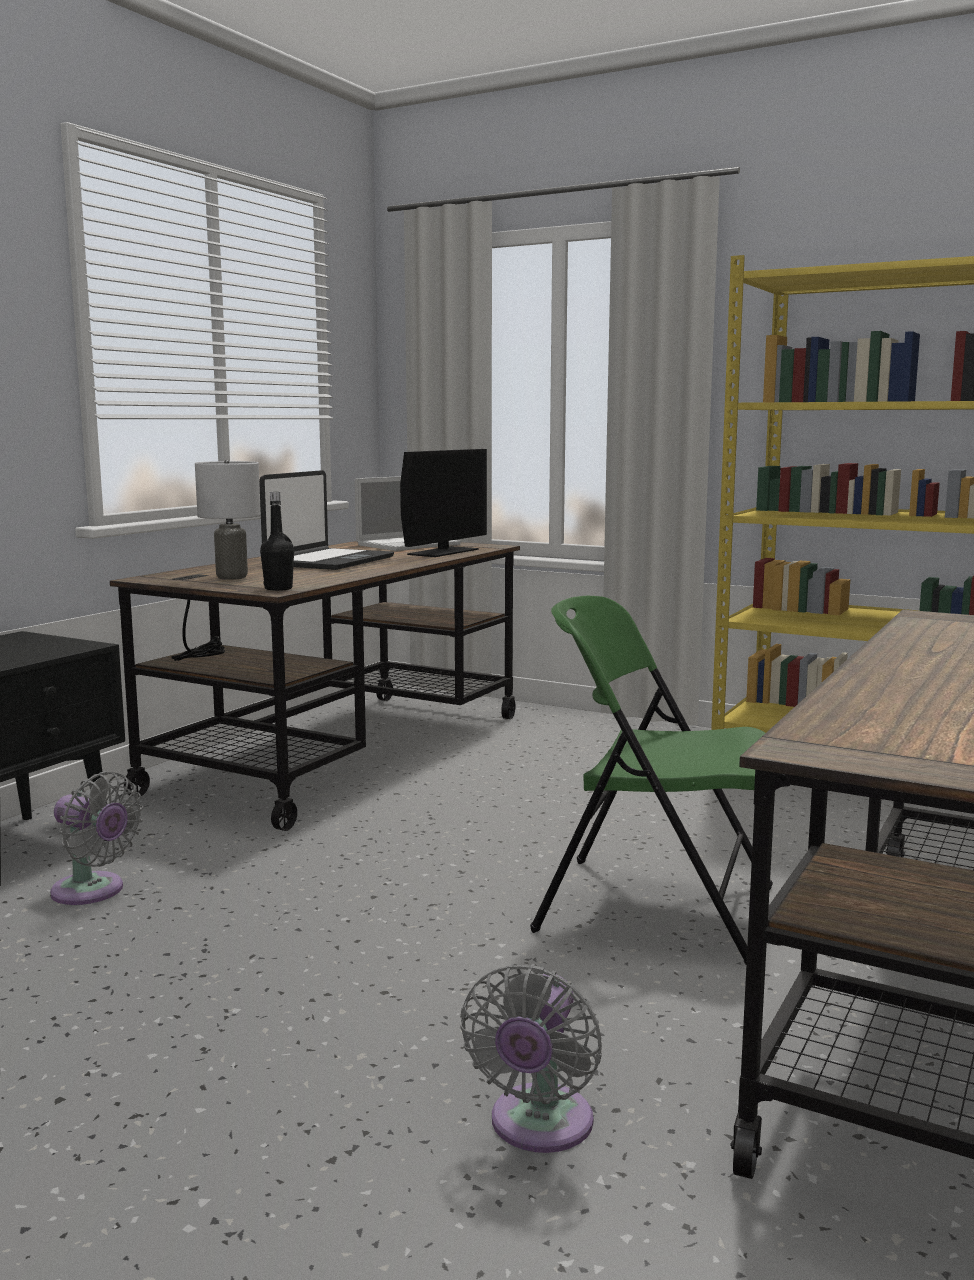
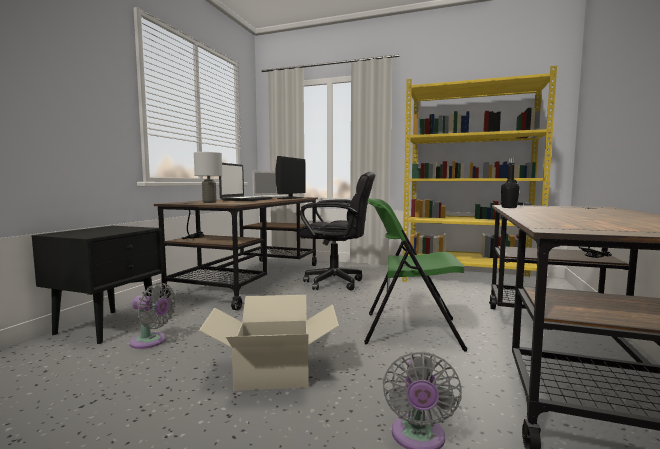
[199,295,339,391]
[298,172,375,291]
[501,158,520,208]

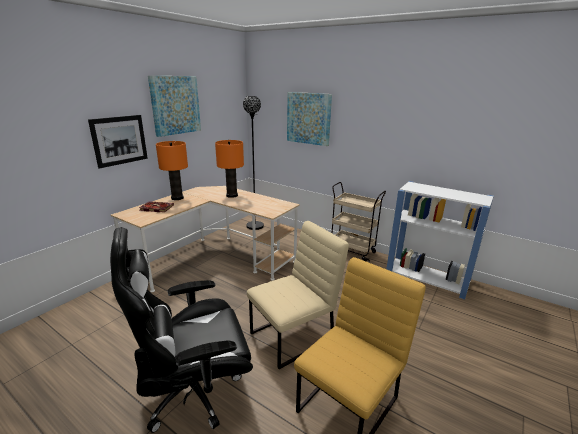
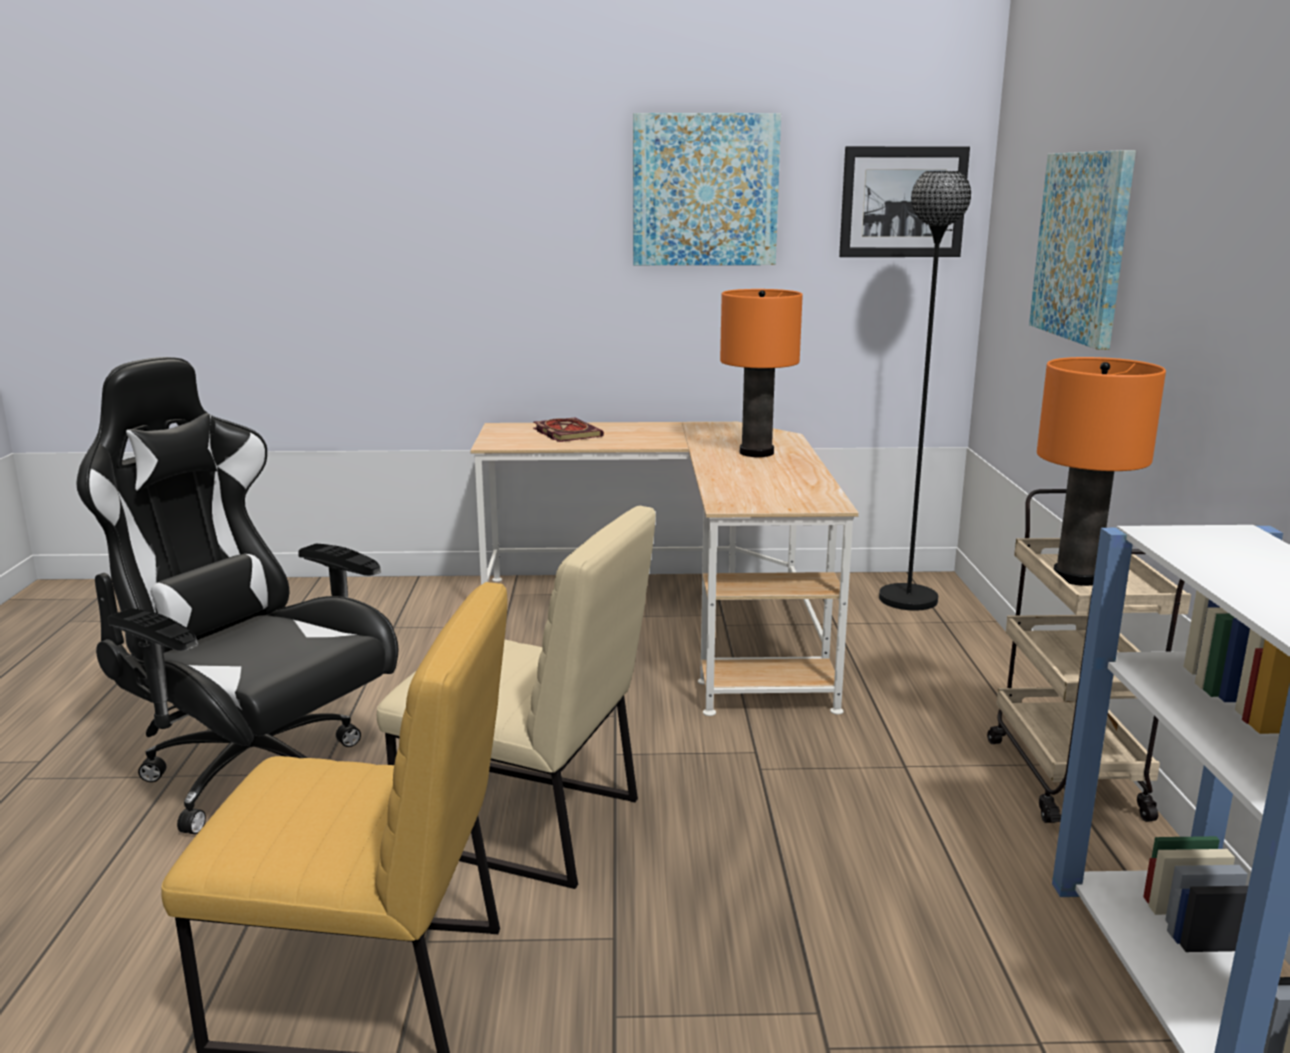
[839,146,970,257]
[1037,357,1166,586]

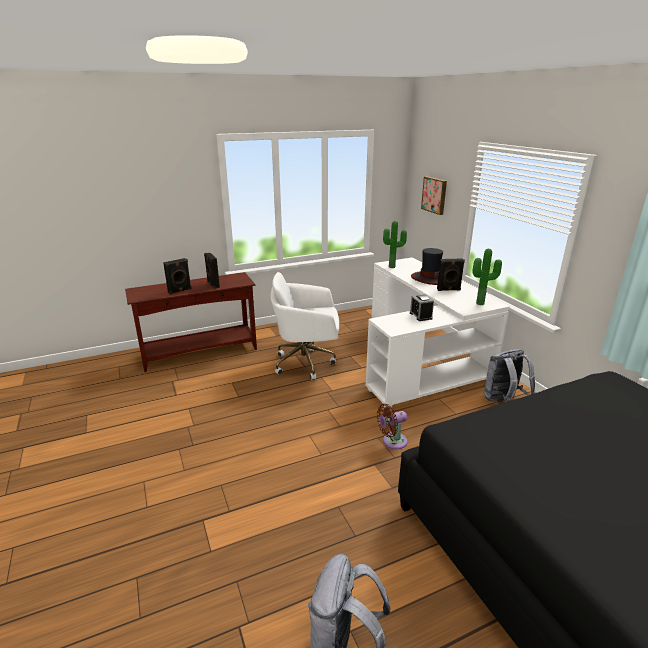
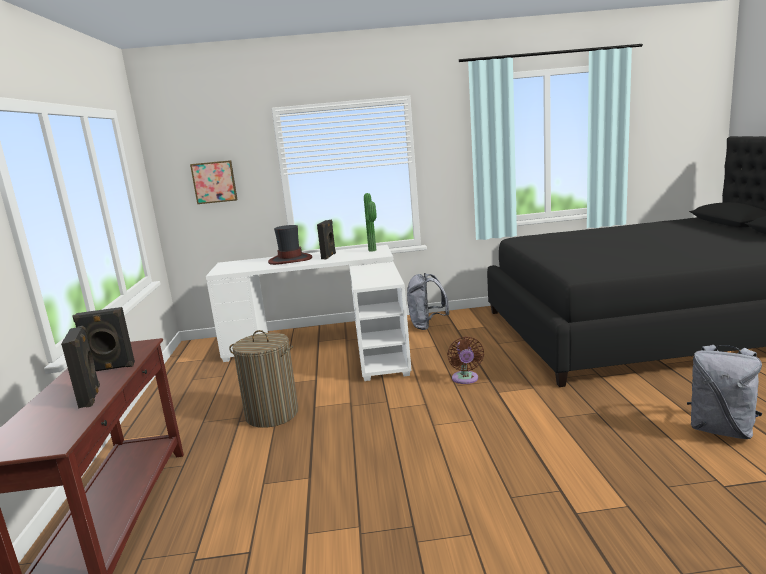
[229,330,298,428]
[383,221,407,268] (first image)
[410,294,434,321] (first image)

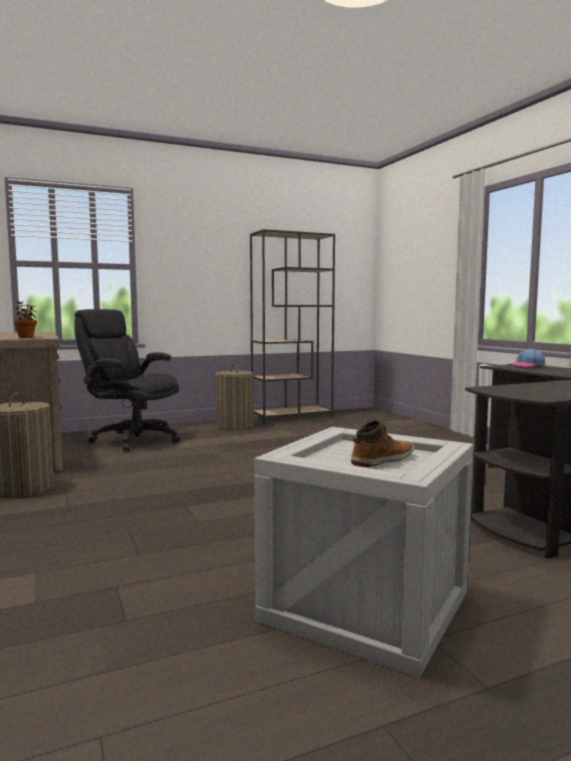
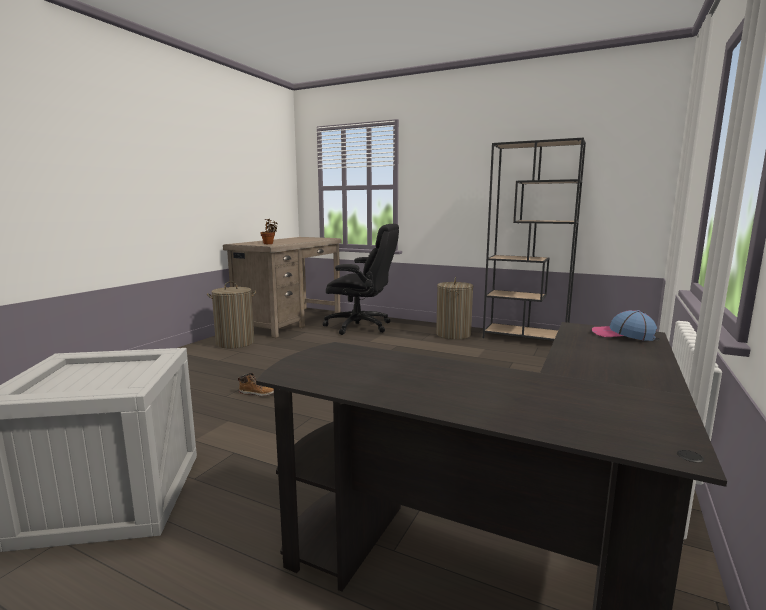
[238,373,274,396]
[323,224,399,335]

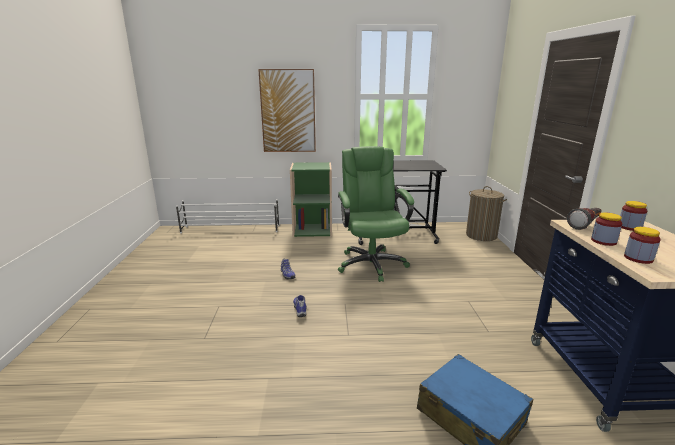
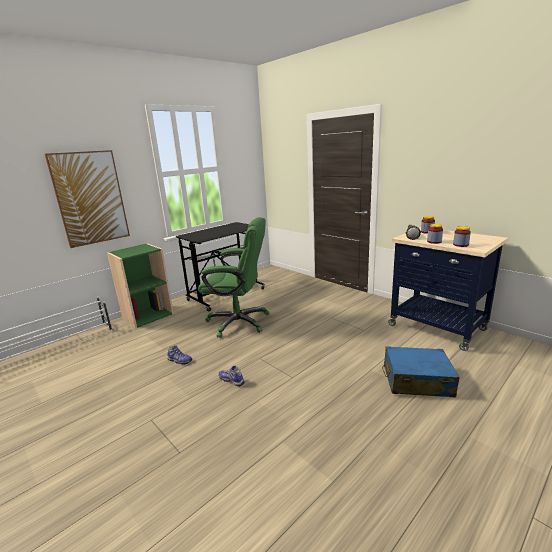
[198,217,269,338]
[466,186,507,241] (first image)

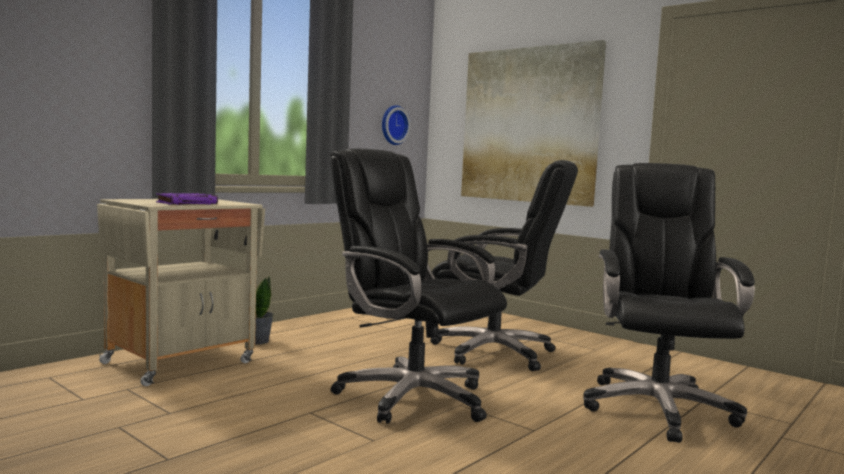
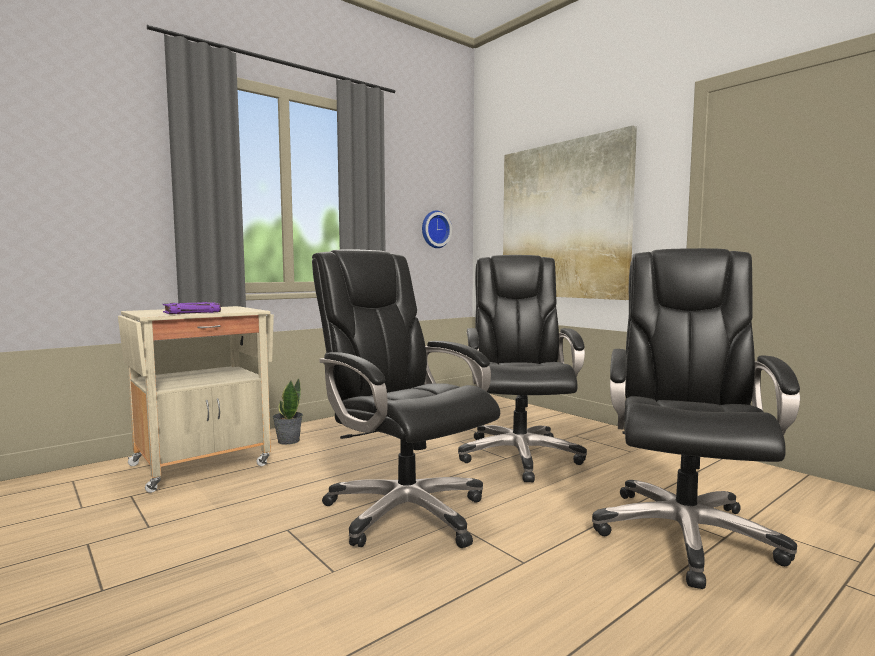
[458,255,587,482]

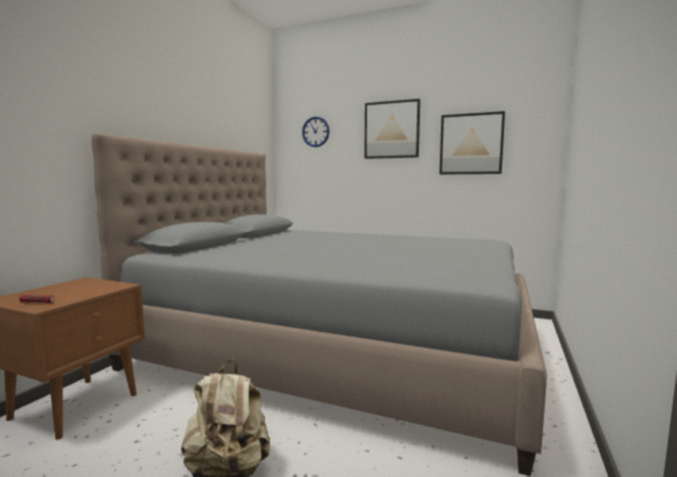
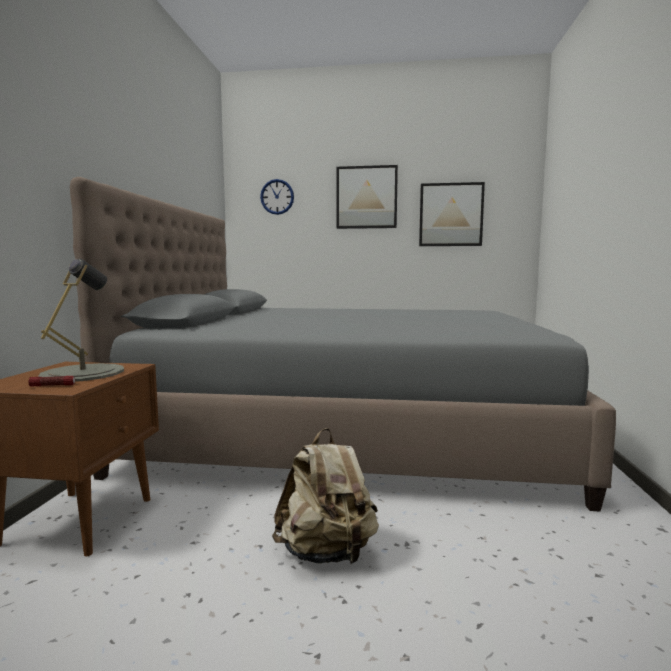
[38,259,124,382]

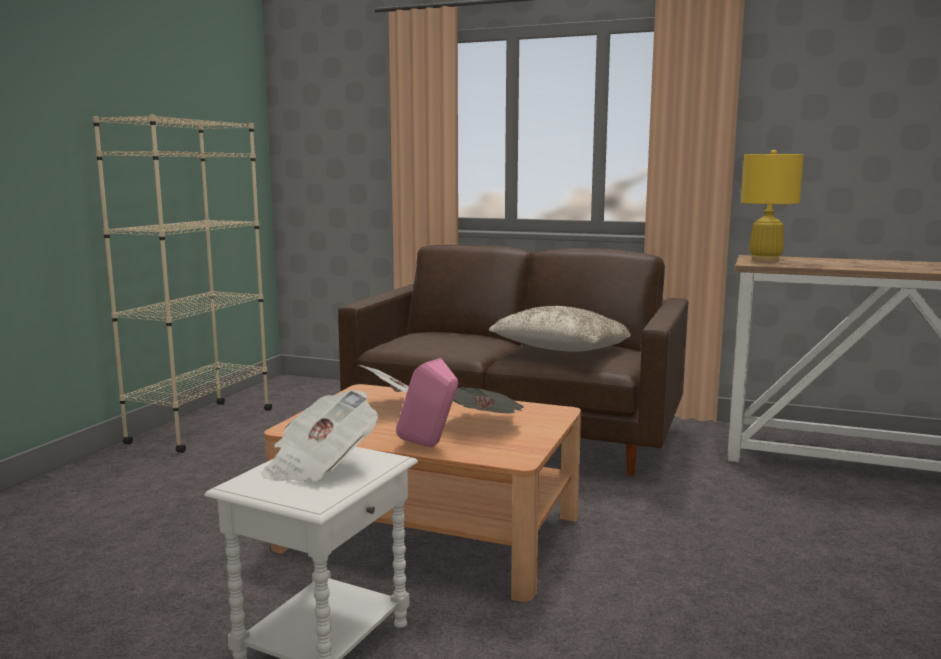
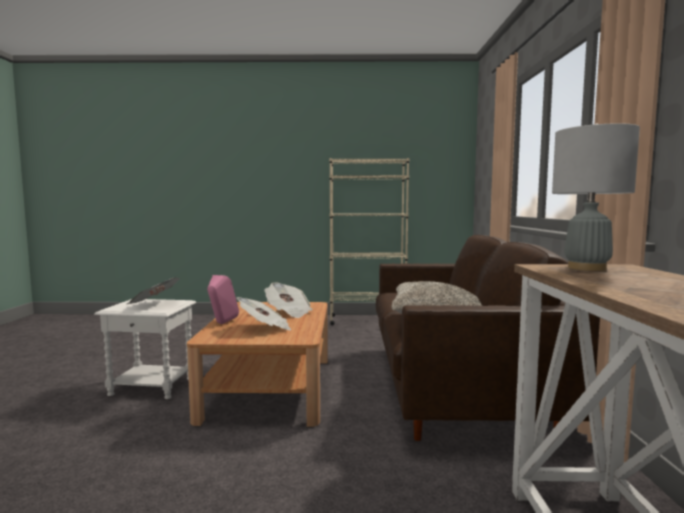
[552,123,640,271]

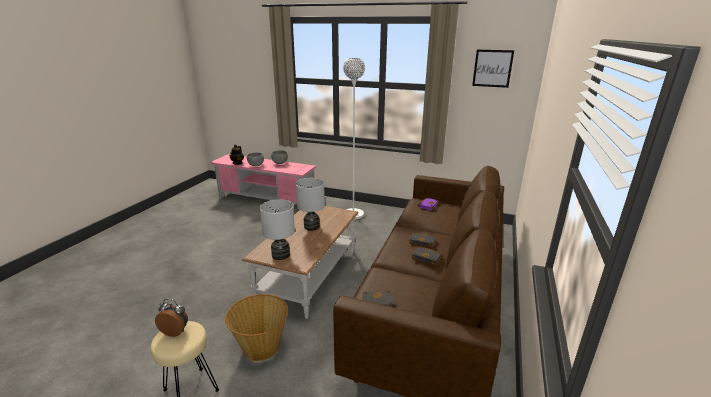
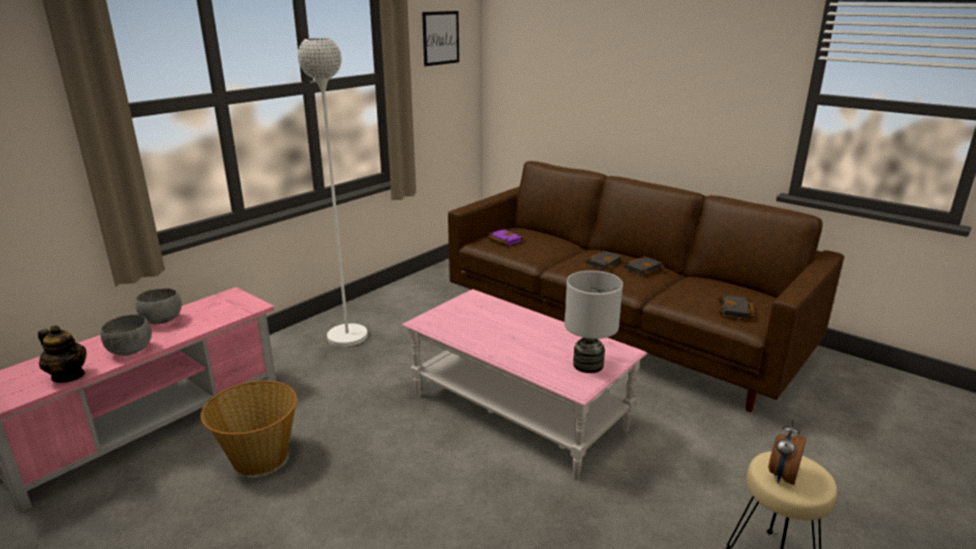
[201,380,297,476]
[402,289,647,480]
[296,178,325,231] (first image)

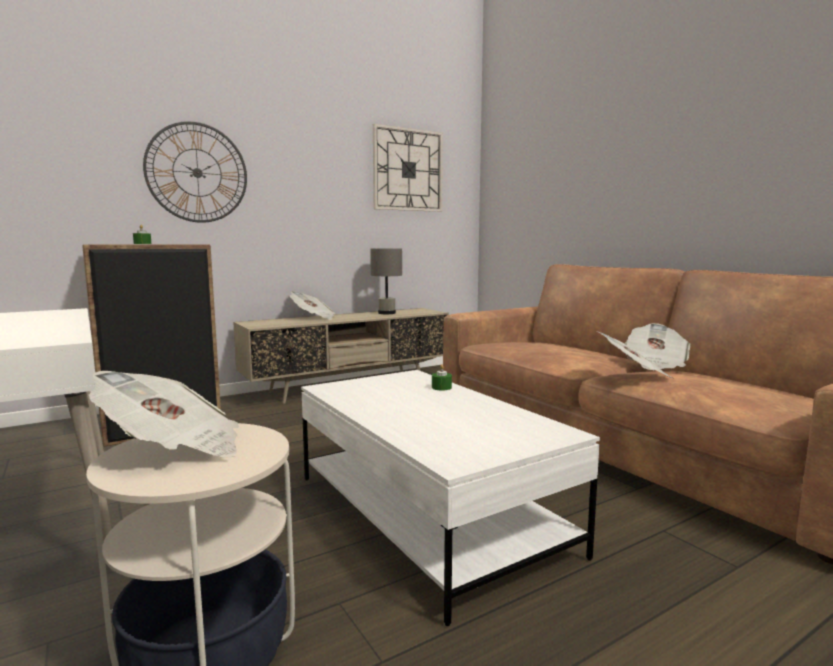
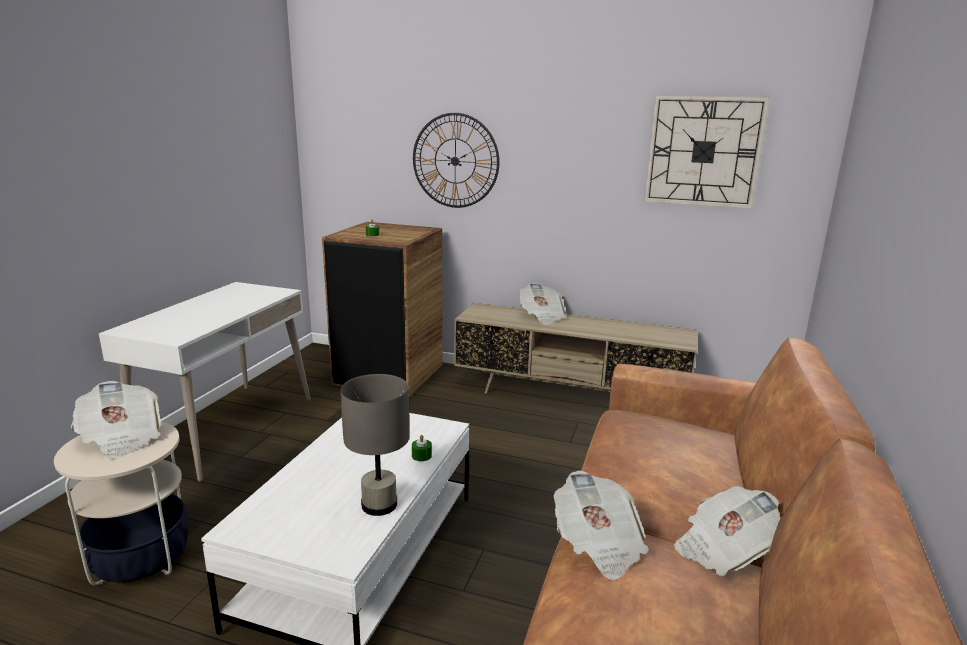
[341,374,410,516]

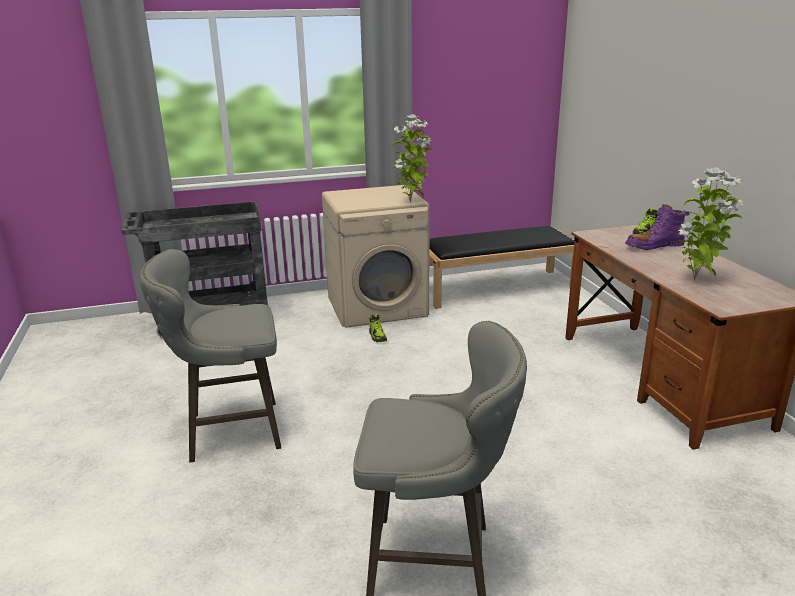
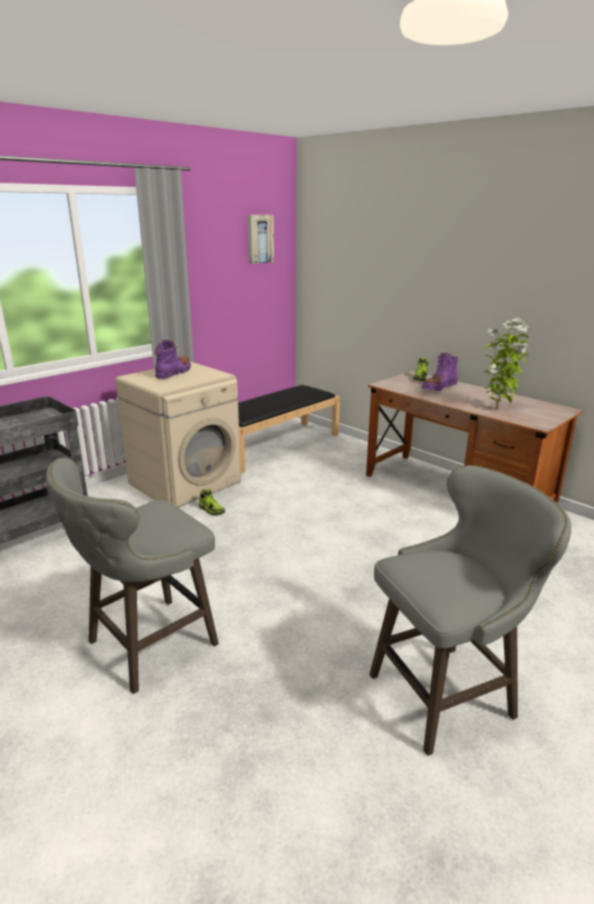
[155,340,191,379]
[248,215,274,264]
[392,114,433,202] (first image)

